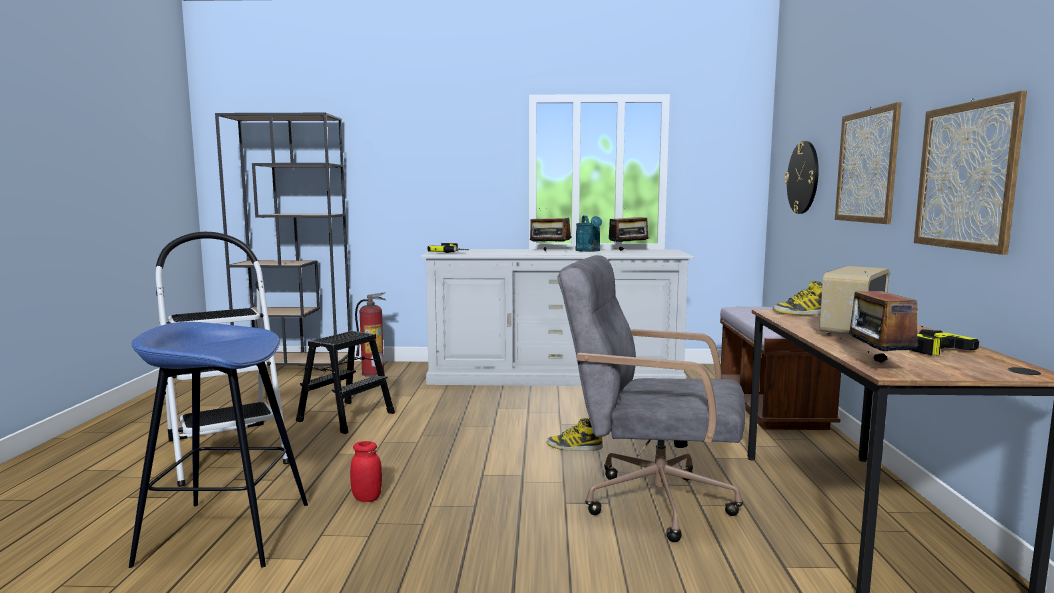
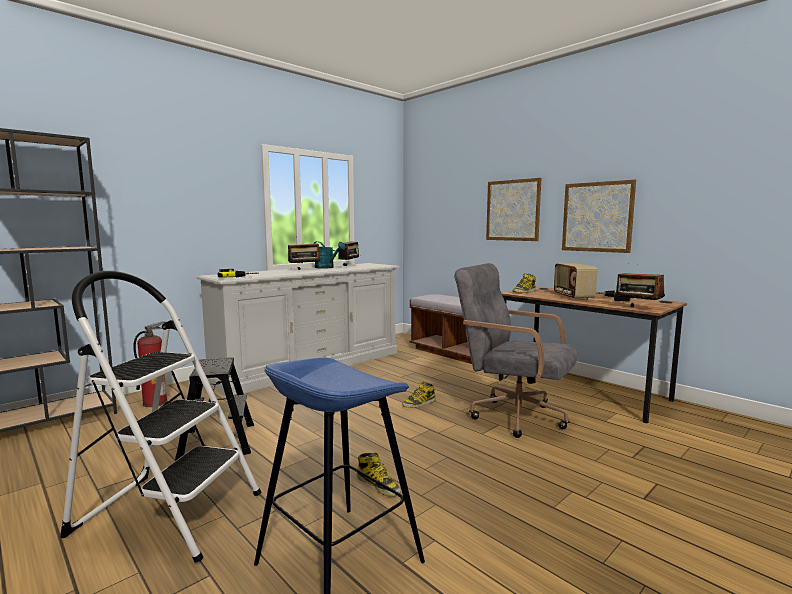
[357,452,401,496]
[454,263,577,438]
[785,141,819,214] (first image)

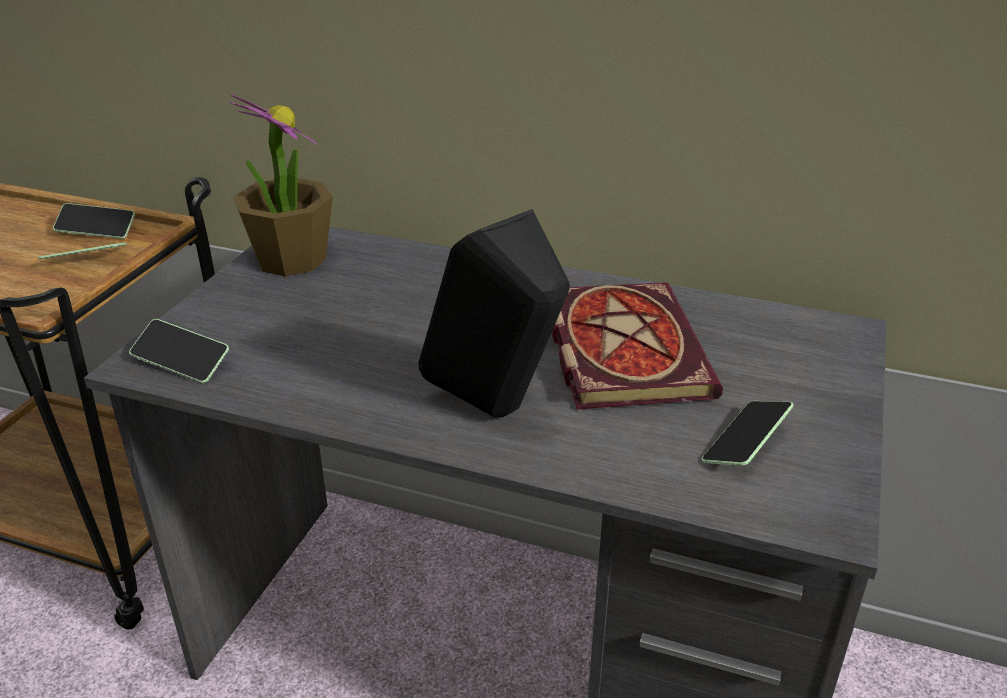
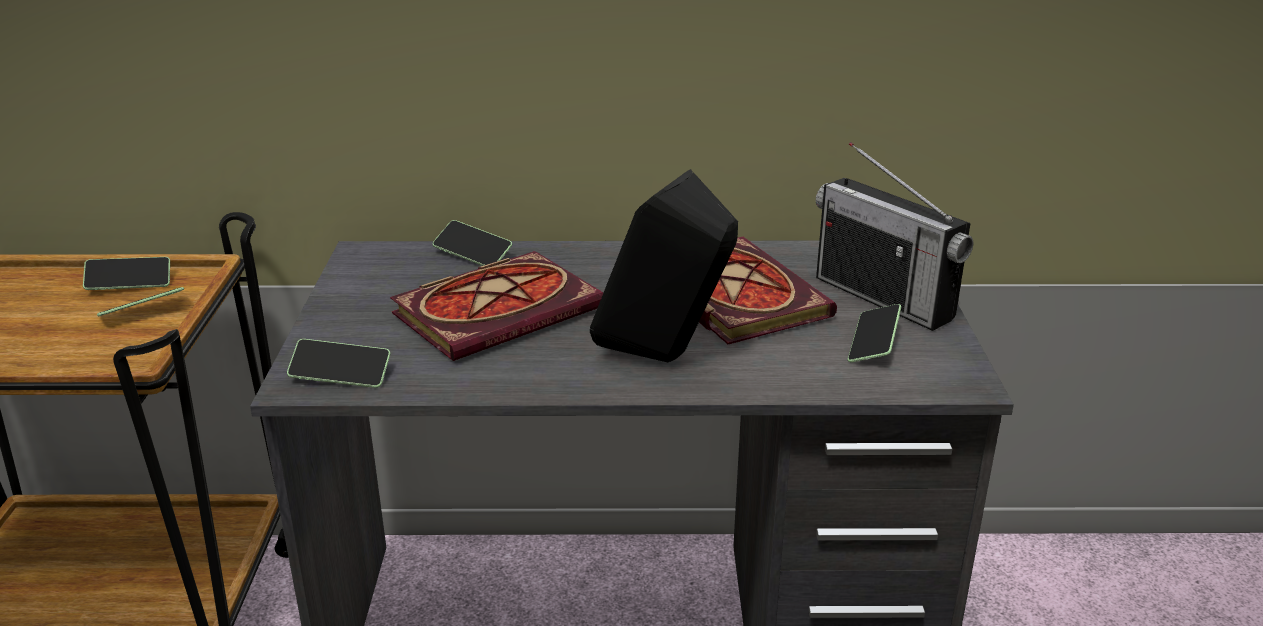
[390,251,603,361]
[433,220,512,266]
[816,142,973,331]
[230,94,333,276] (first image)

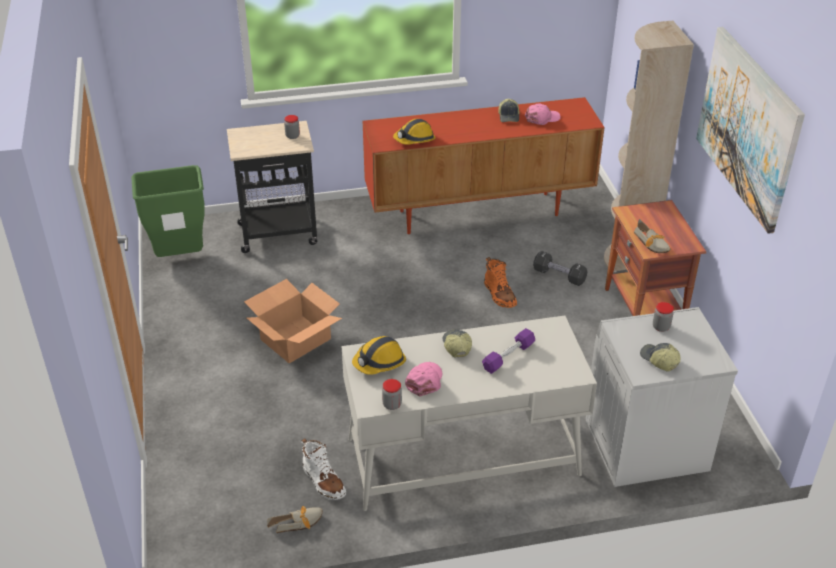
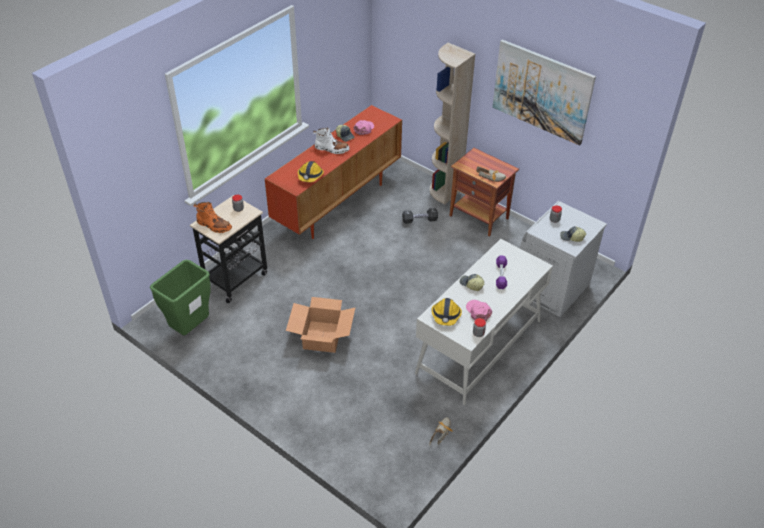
[193,202,232,233]
[313,127,350,154]

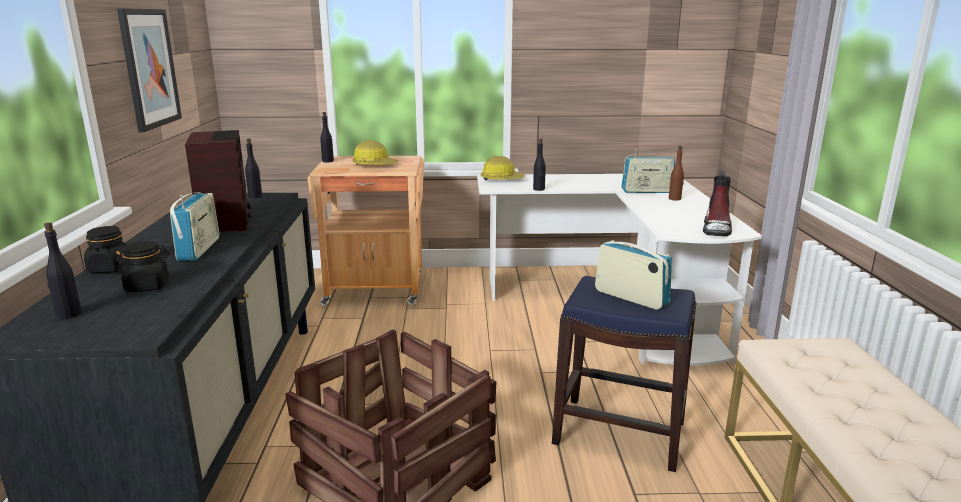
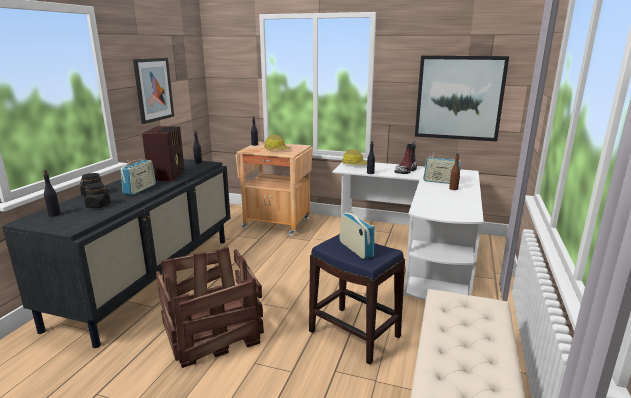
[395,141,417,174]
[415,55,509,142]

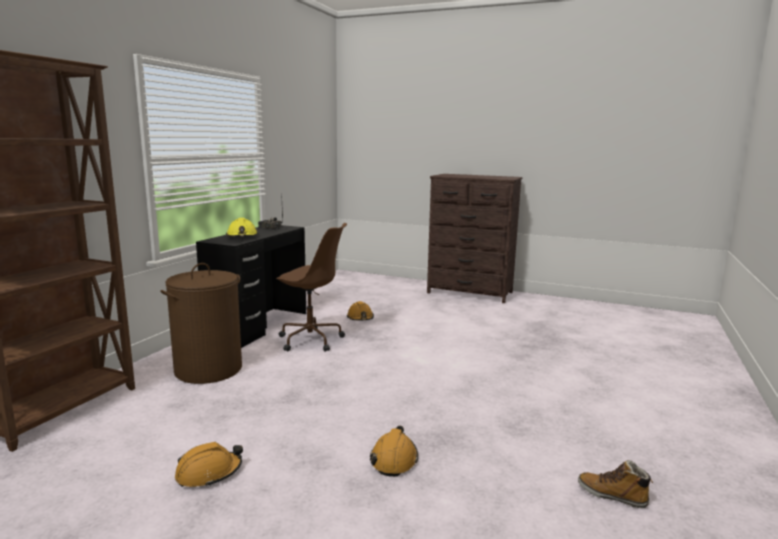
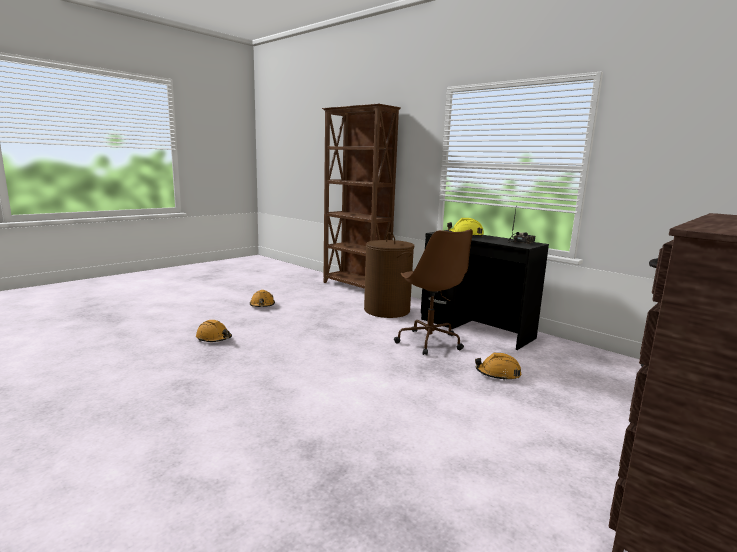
[394,230,473,355]
[578,460,654,508] (first image)

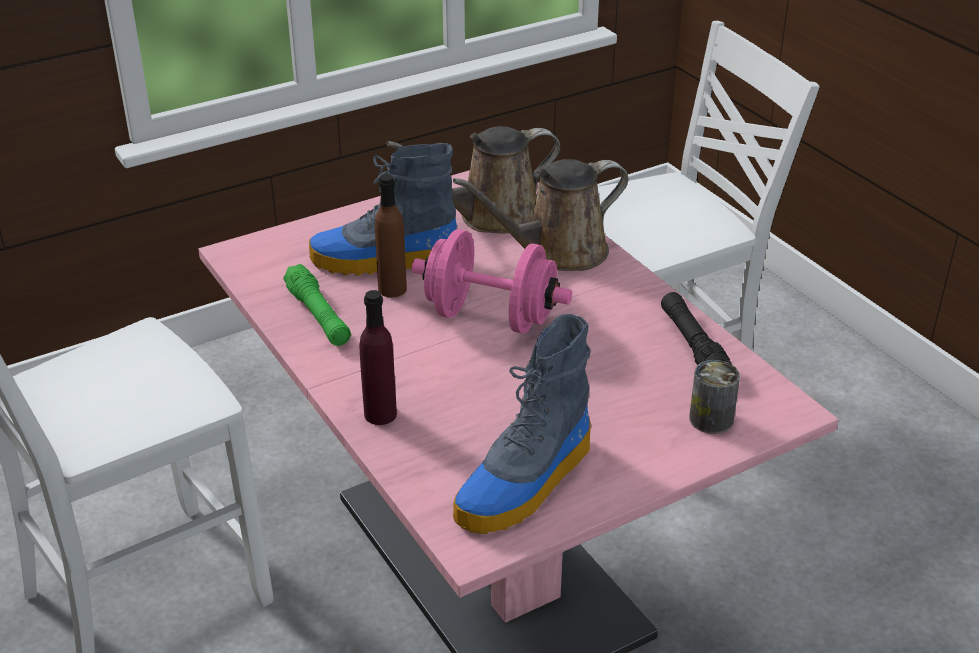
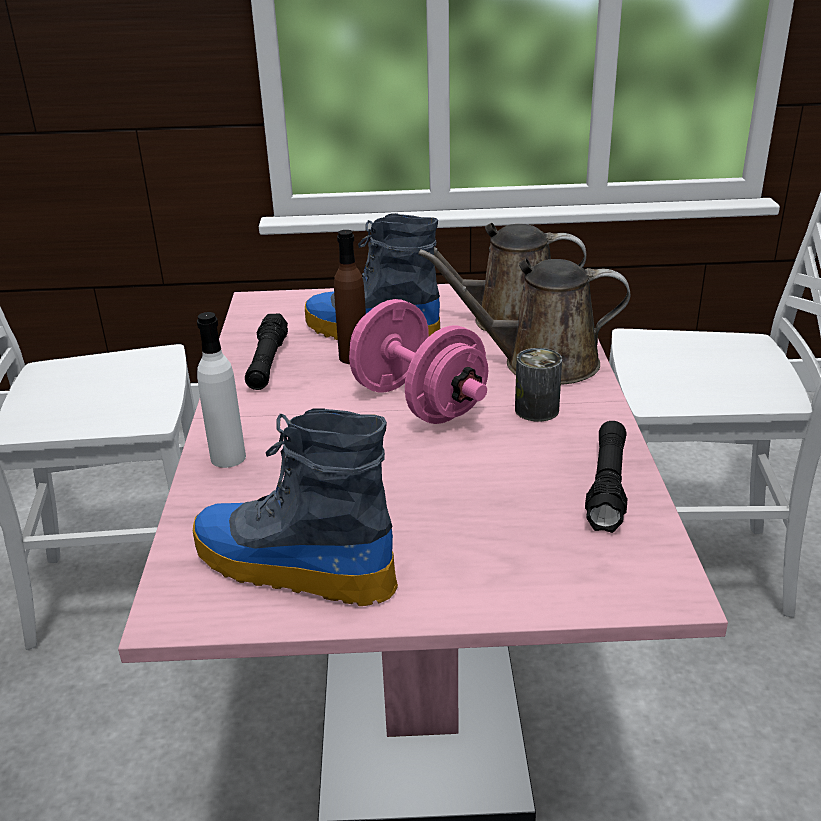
[193,409,398,606]
[197,312,246,468]
[245,313,288,390]
[515,348,562,422]

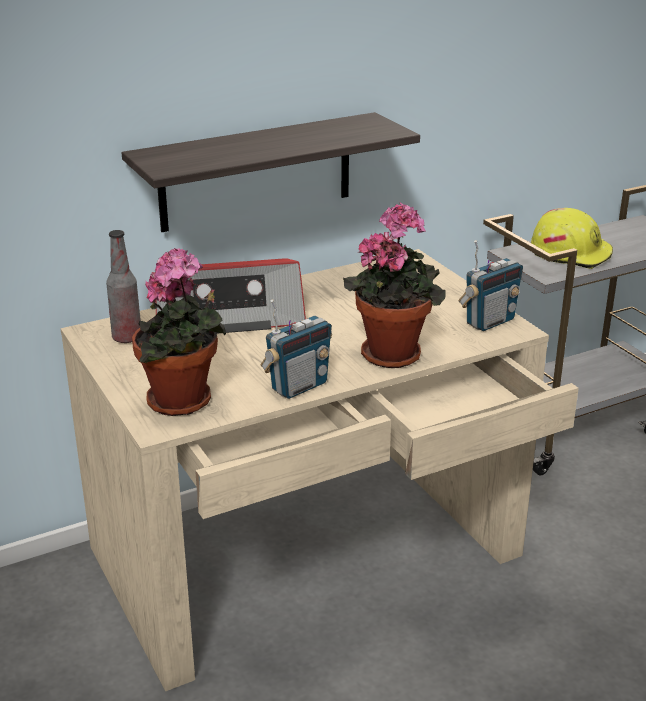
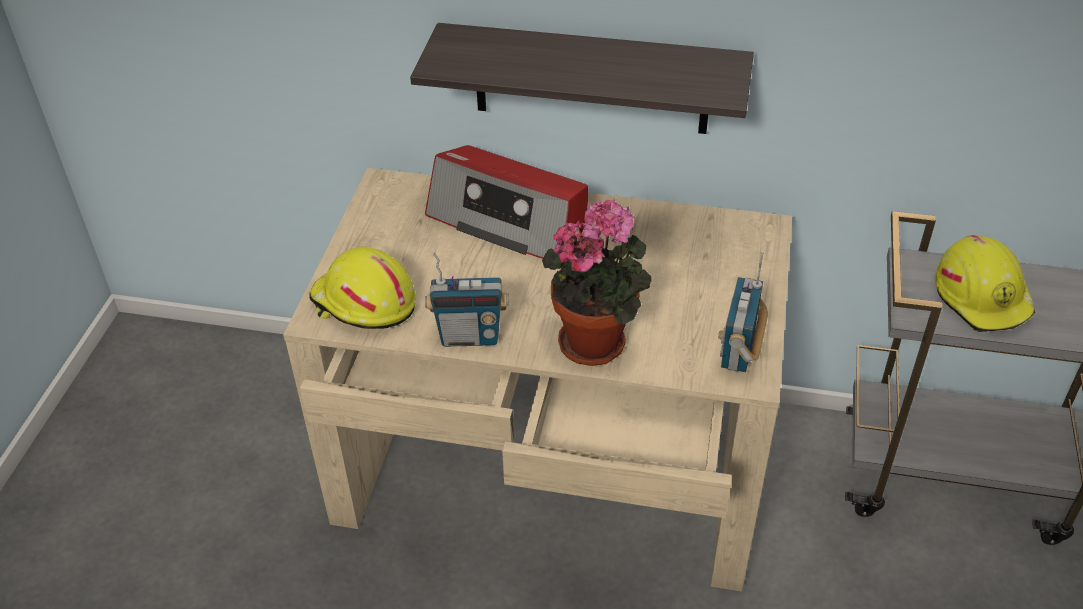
[309,247,416,329]
[718,252,768,372]
[106,230,141,343] (first image)

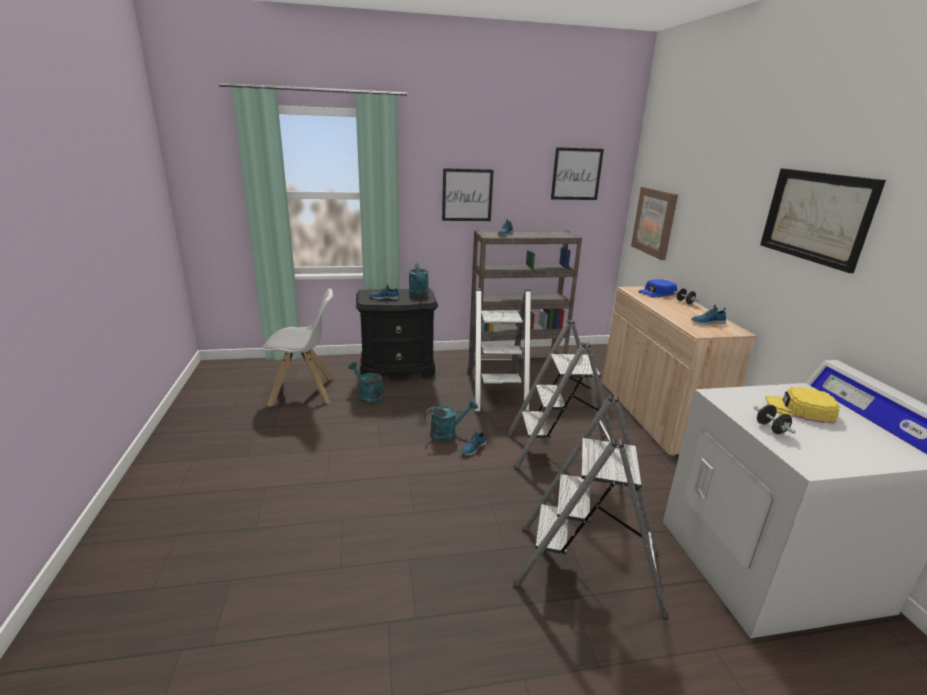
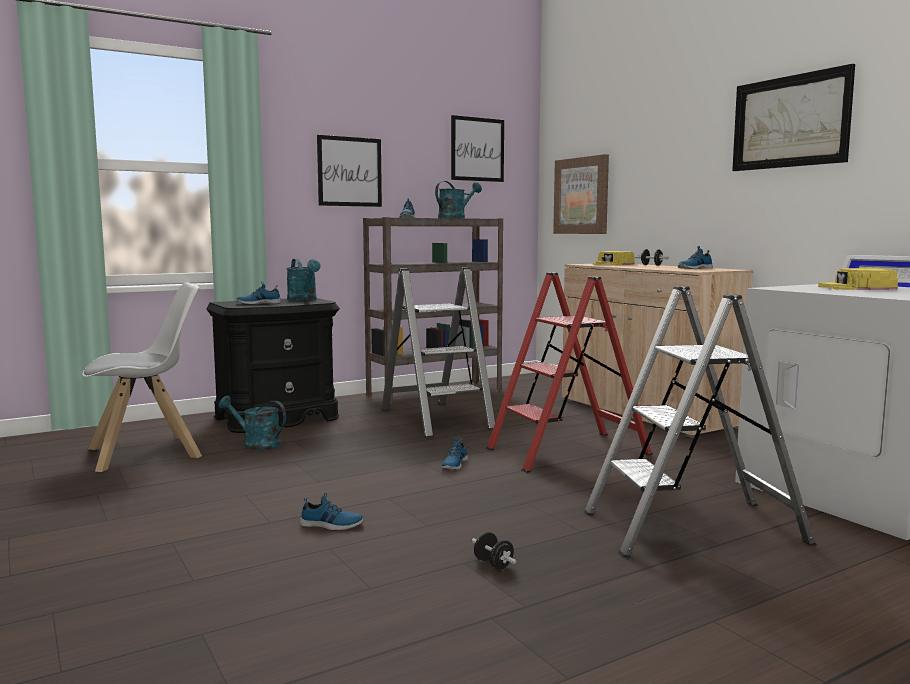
[300,492,364,530]
[435,181,482,218]
[472,532,516,570]
[486,272,653,473]
[593,251,635,265]

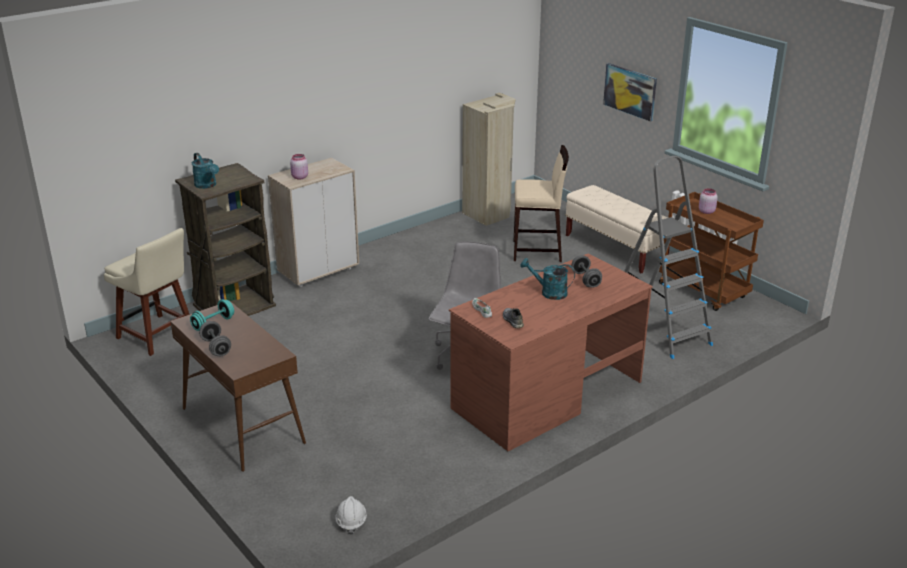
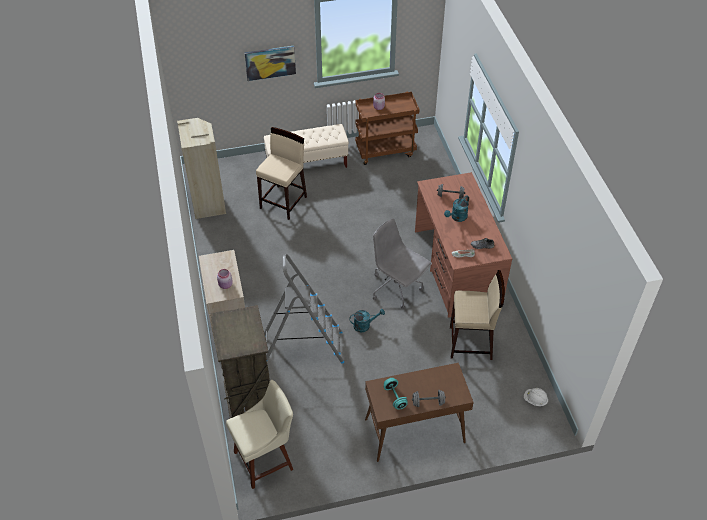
[264,254,344,363]
[349,309,385,332]
[450,270,505,360]

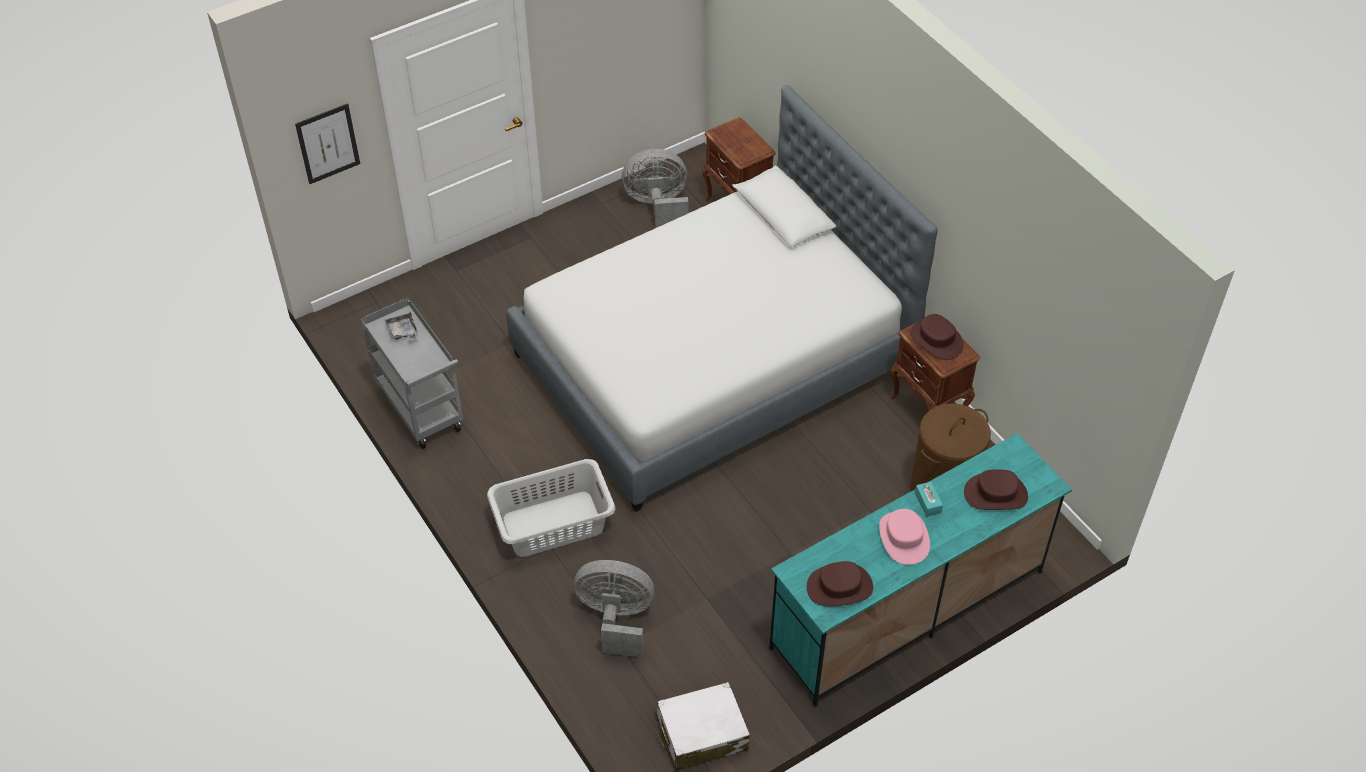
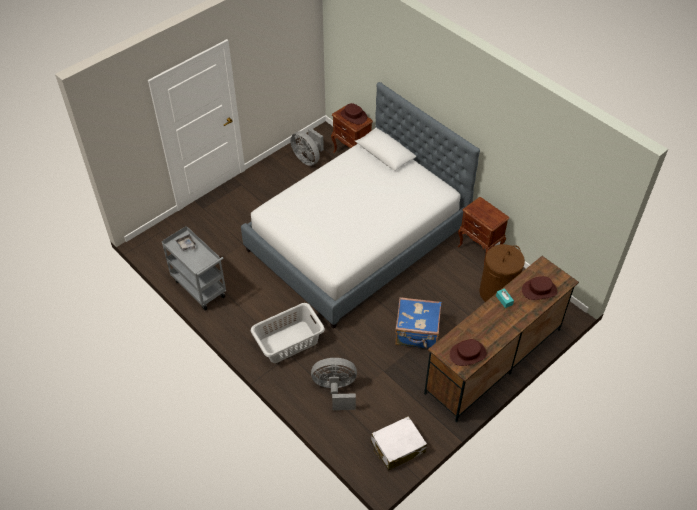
[290,128,324,166]
[340,103,367,124]
[395,297,442,349]
[424,256,579,423]
[295,103,360,184] (first image)
[879,509,930,565] (first image)

